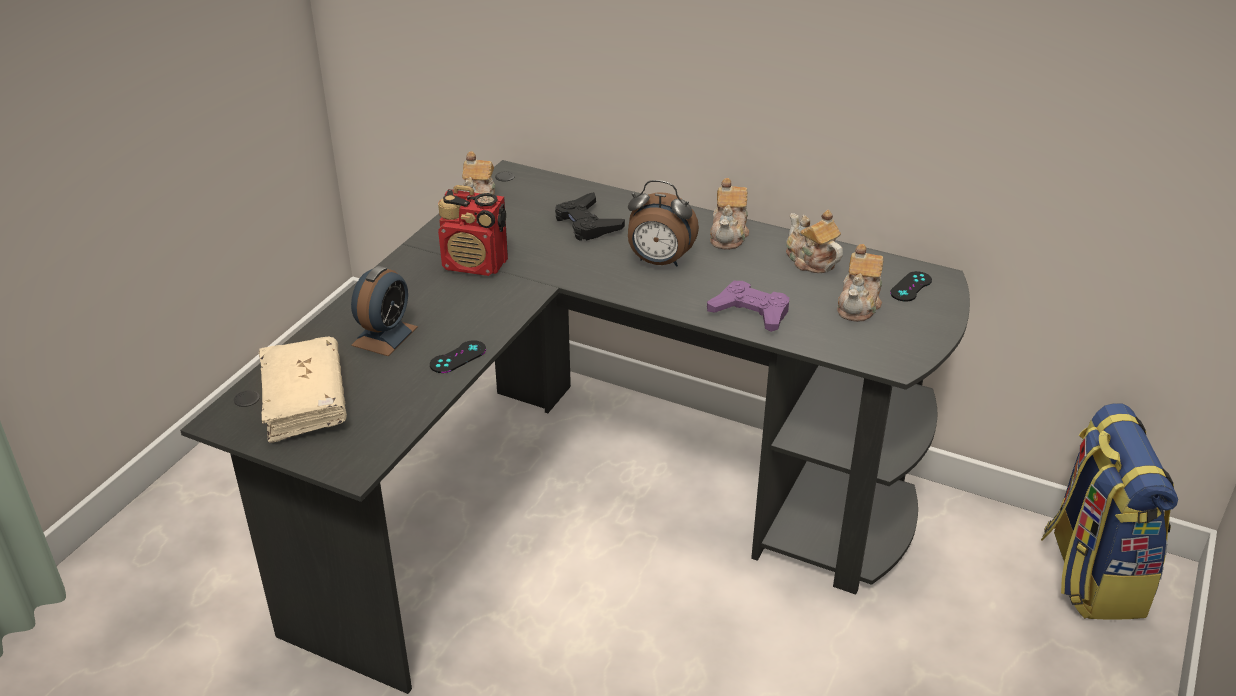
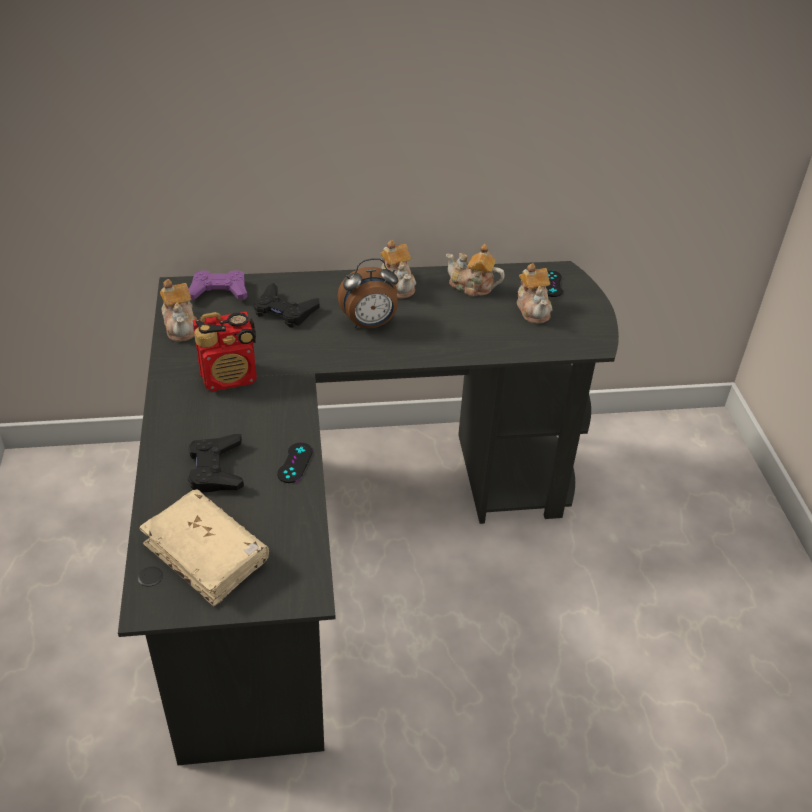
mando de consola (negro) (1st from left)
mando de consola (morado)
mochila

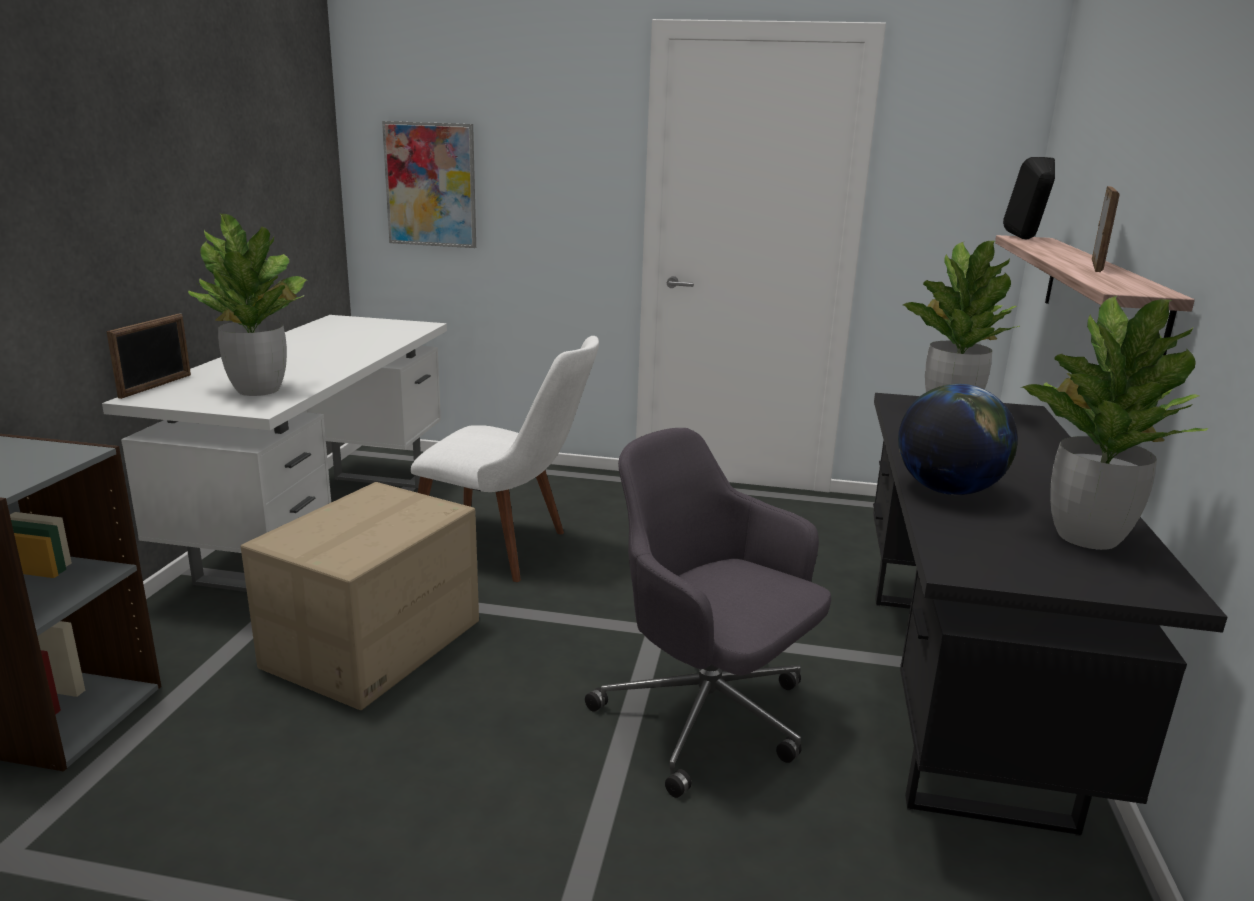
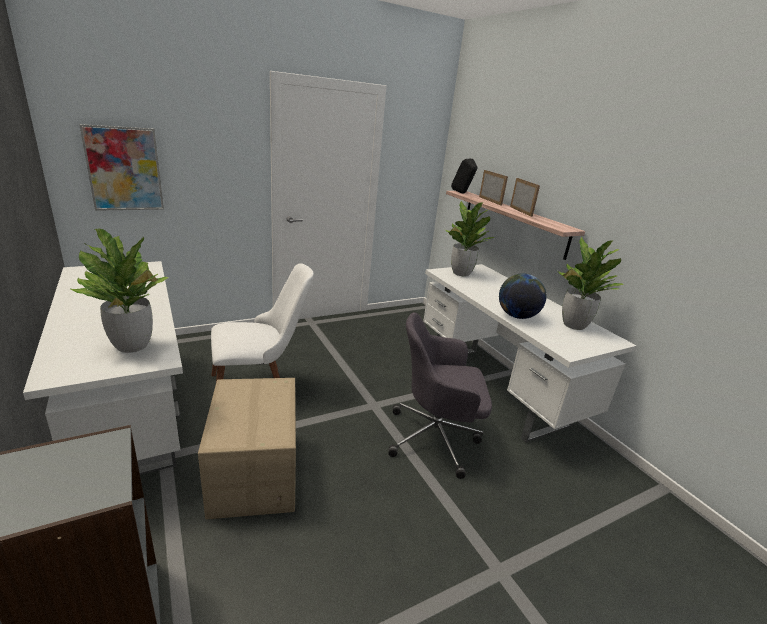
portarretratos (1st from left)
escritorio (blanco) (2nd from left)

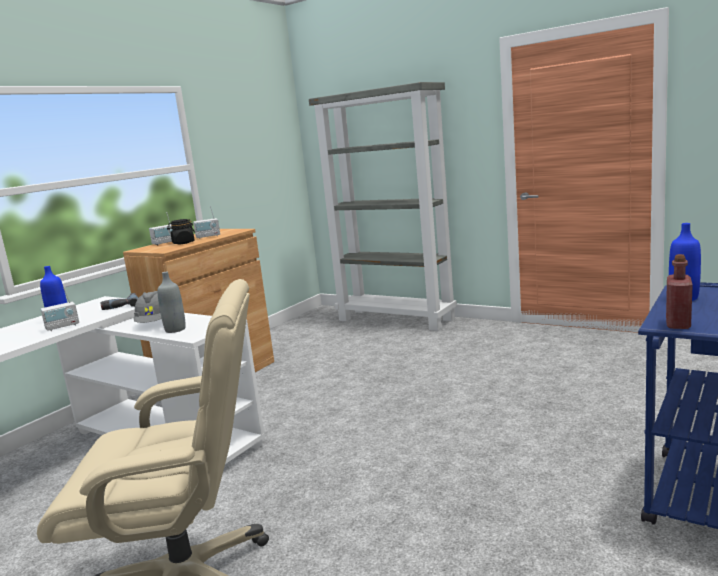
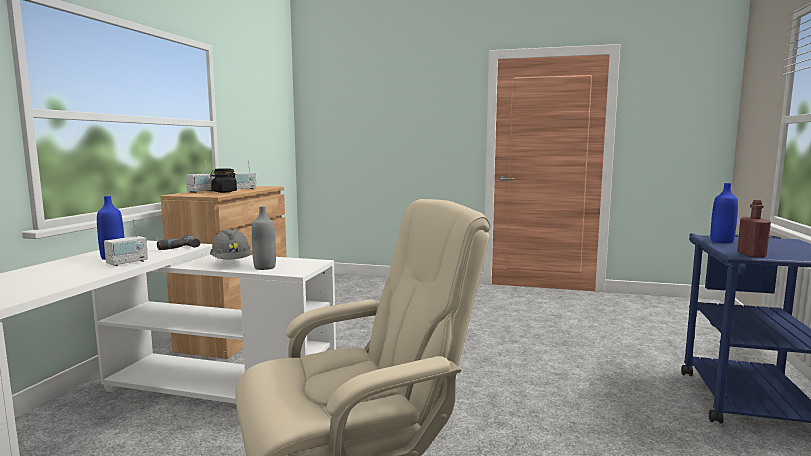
estantería (gris)

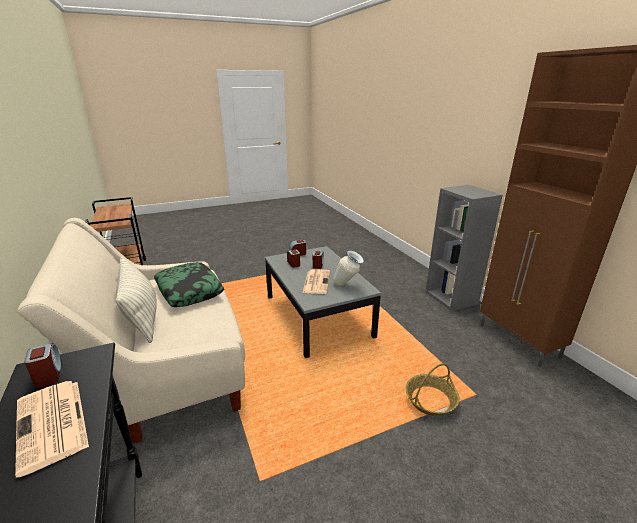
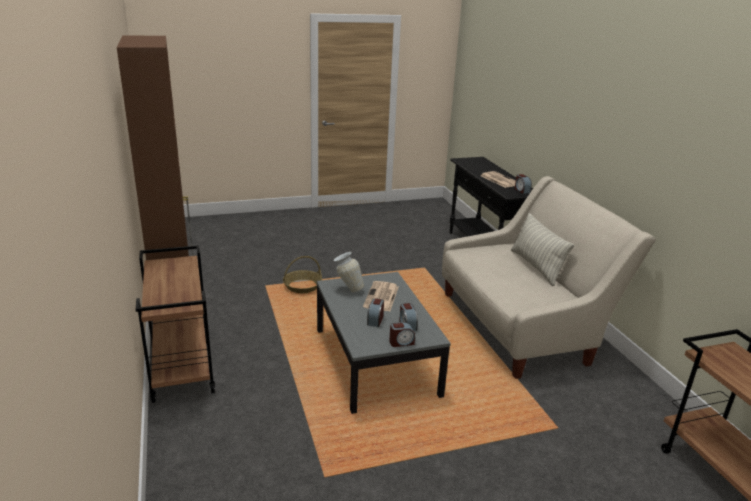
carrito (marrón) (1st from left)
cojín (2nd from left in the first image)

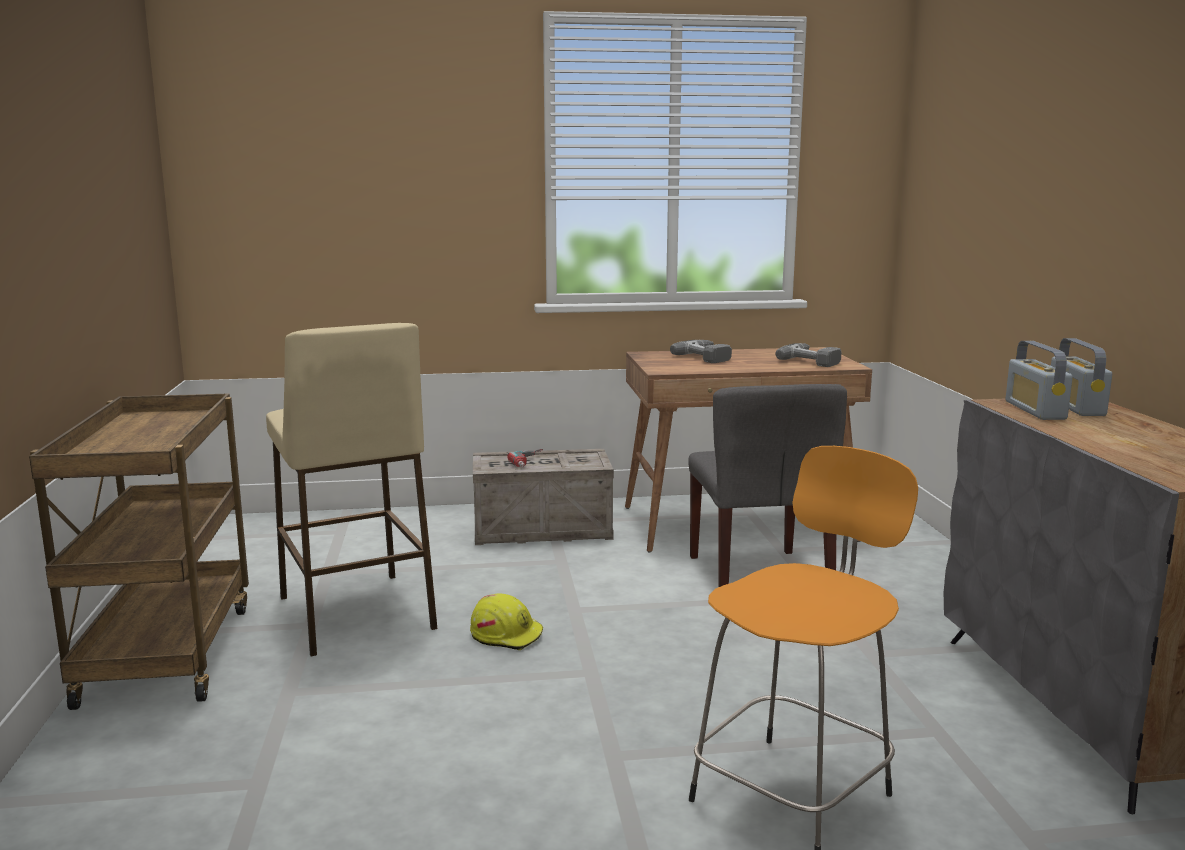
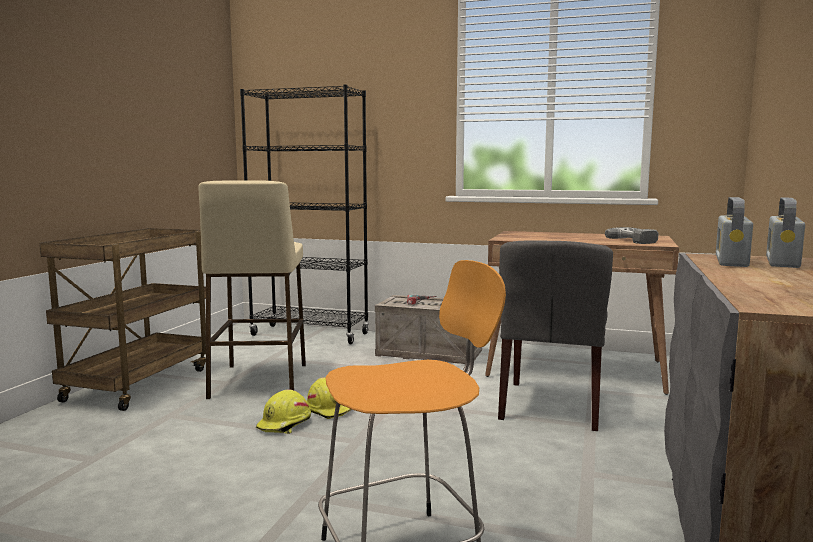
taladro (2nd from left in the first image)
estantería (negro)
casco (amarillo) (1st from left)

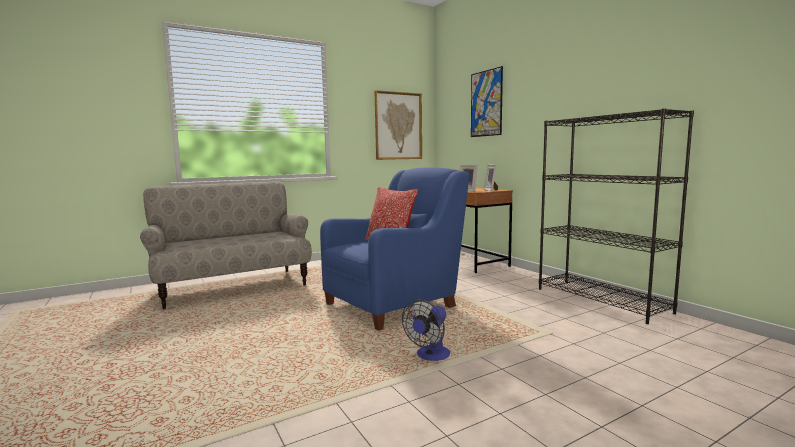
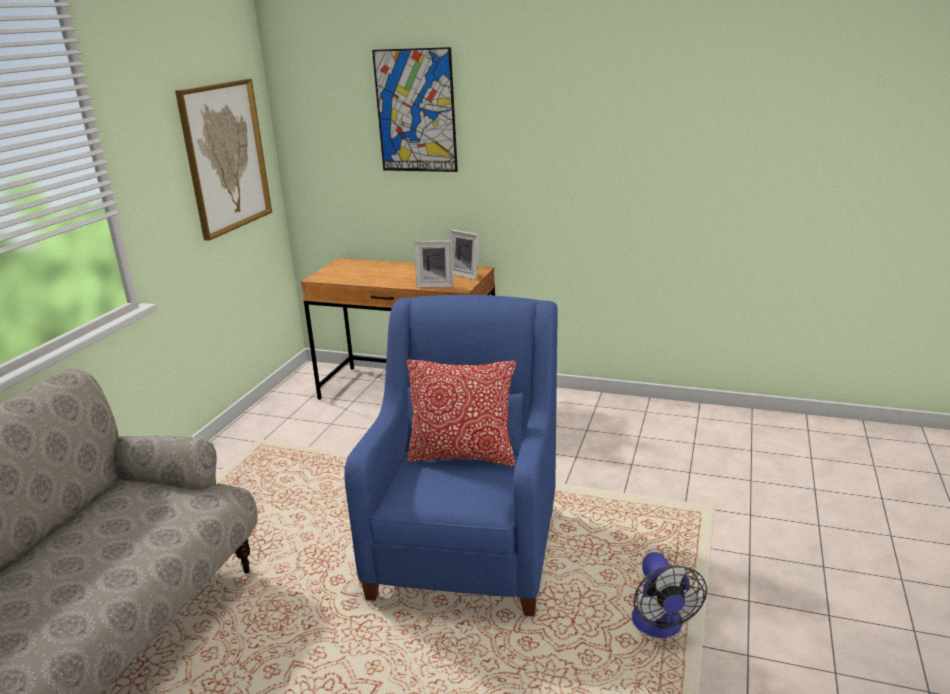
estantería (negro)

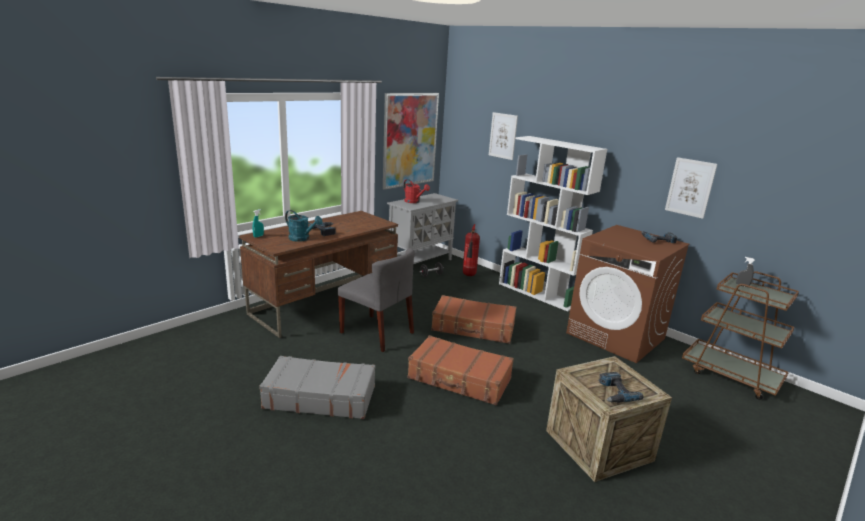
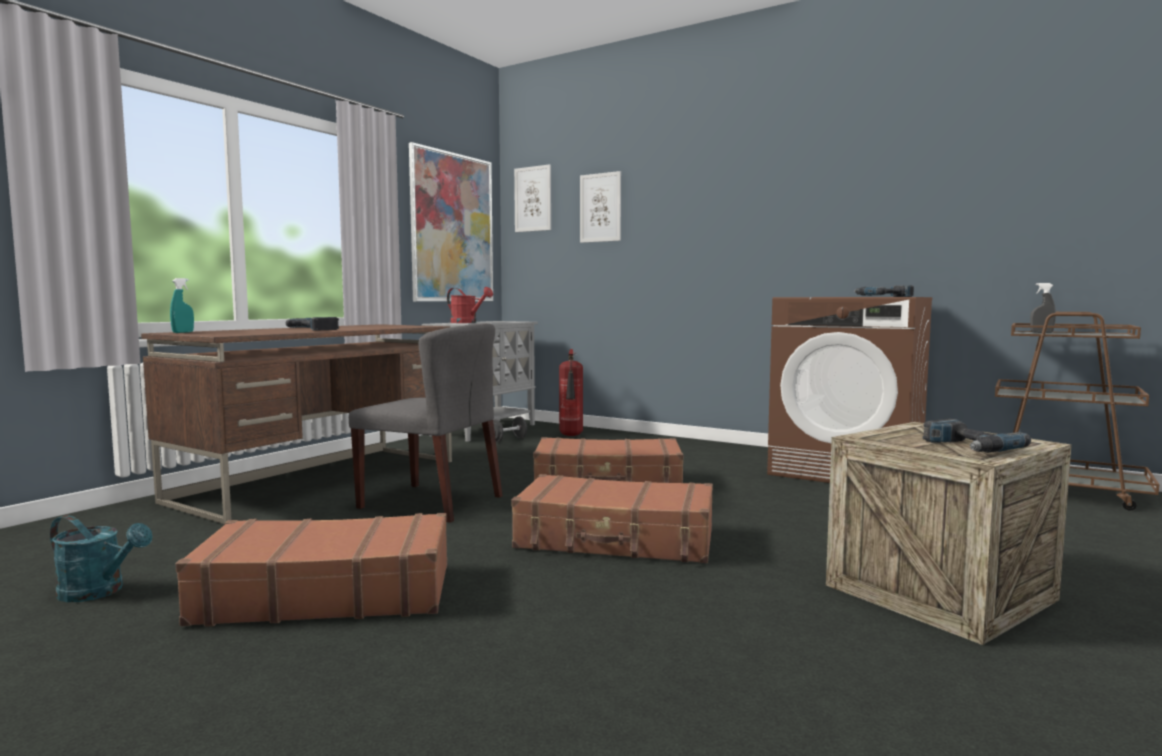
estantería (blanco)
cuadro (2nd from left)
regadera (turquesa)
maleta (marrón) (1st from left)

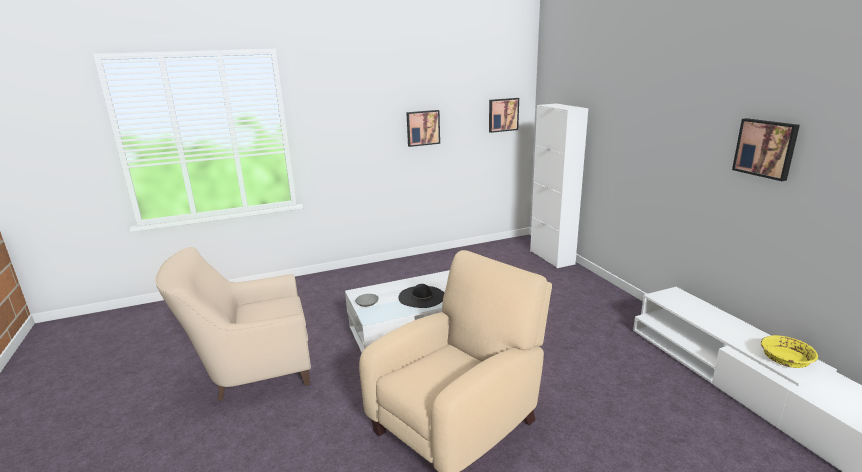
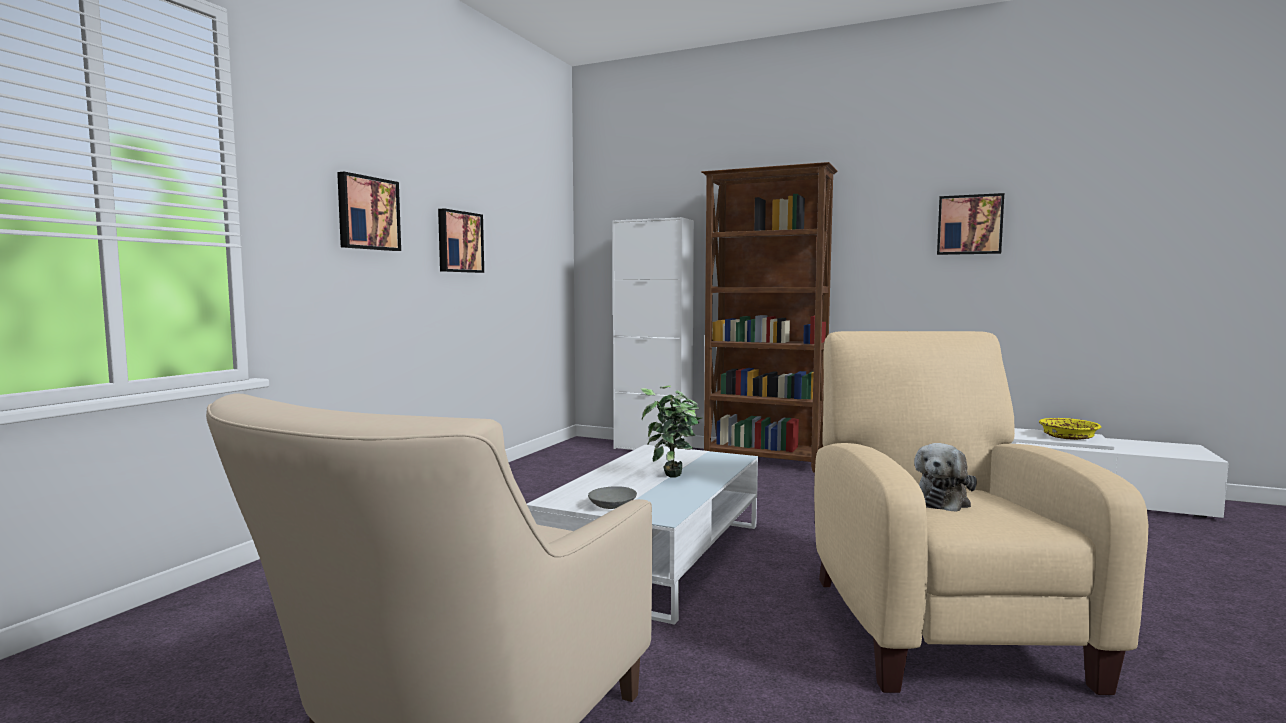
cuadro (1st from left)
planta en maceta
estantería (marrón)
peluche

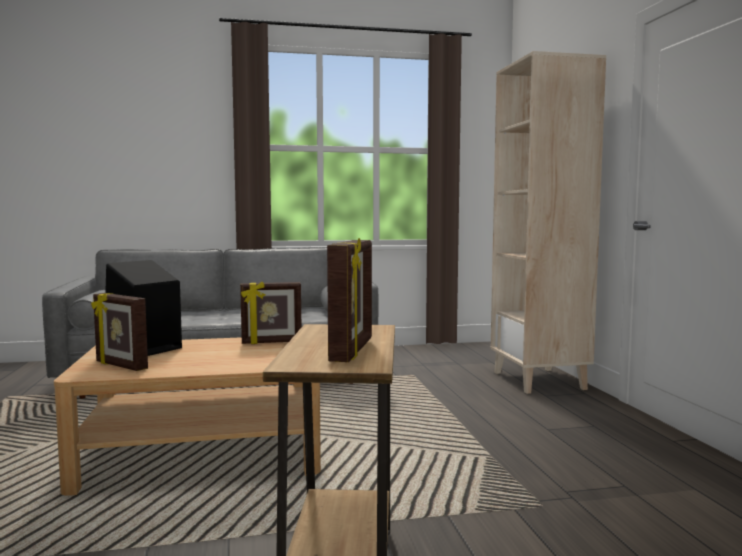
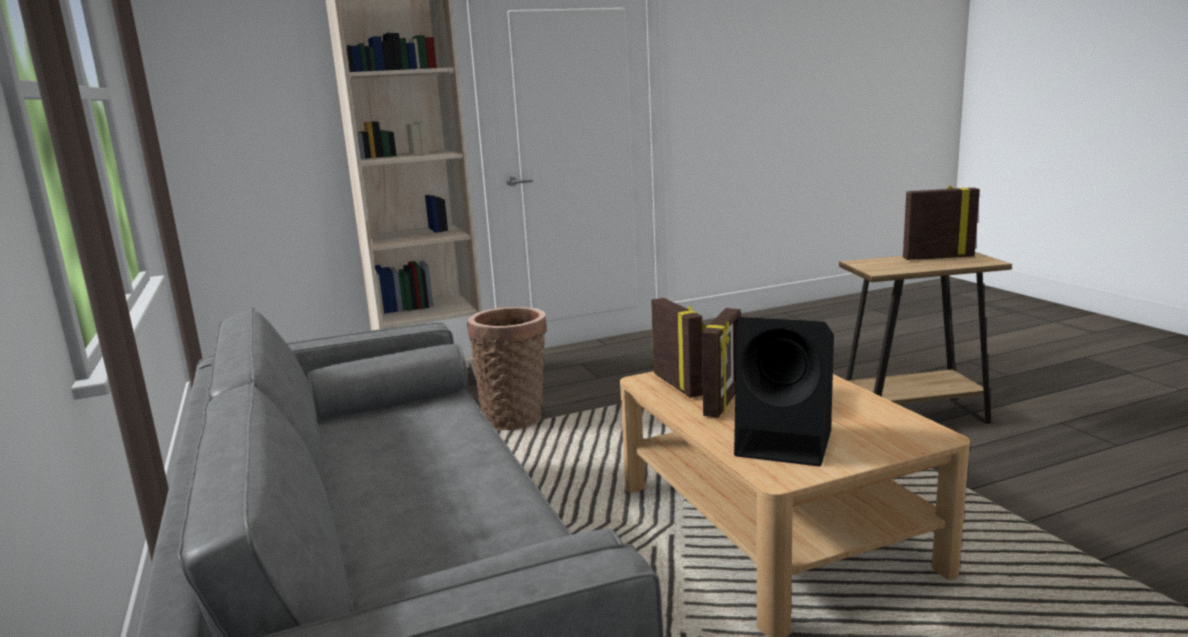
portarretratos (2nd from left)
cesta

